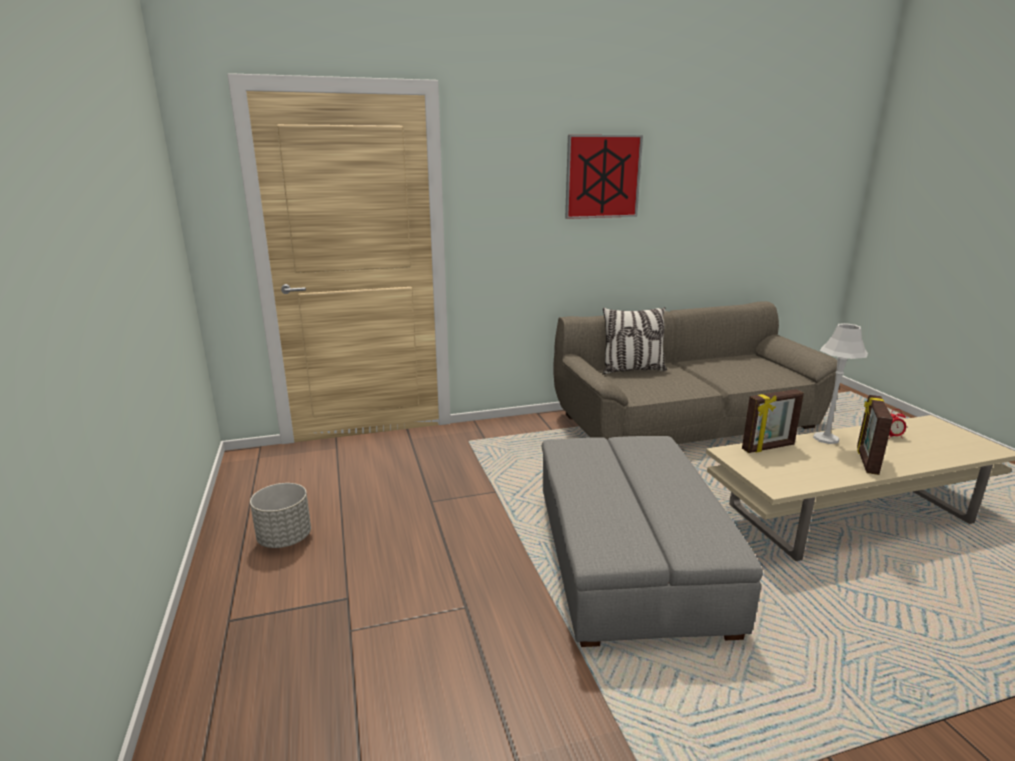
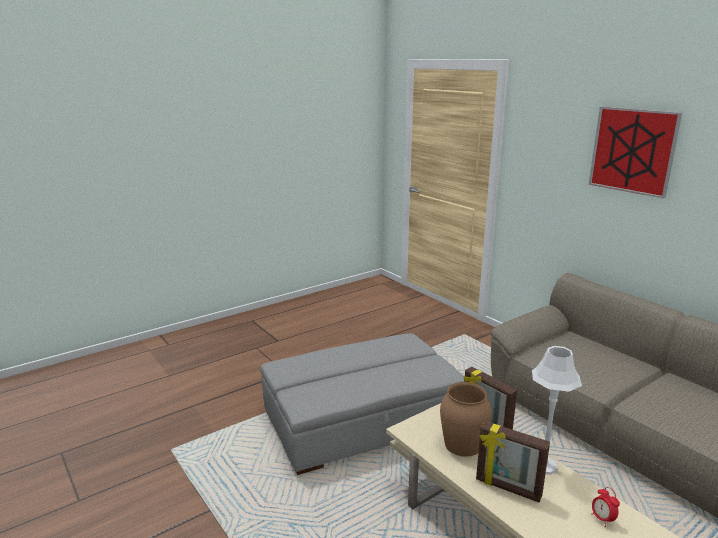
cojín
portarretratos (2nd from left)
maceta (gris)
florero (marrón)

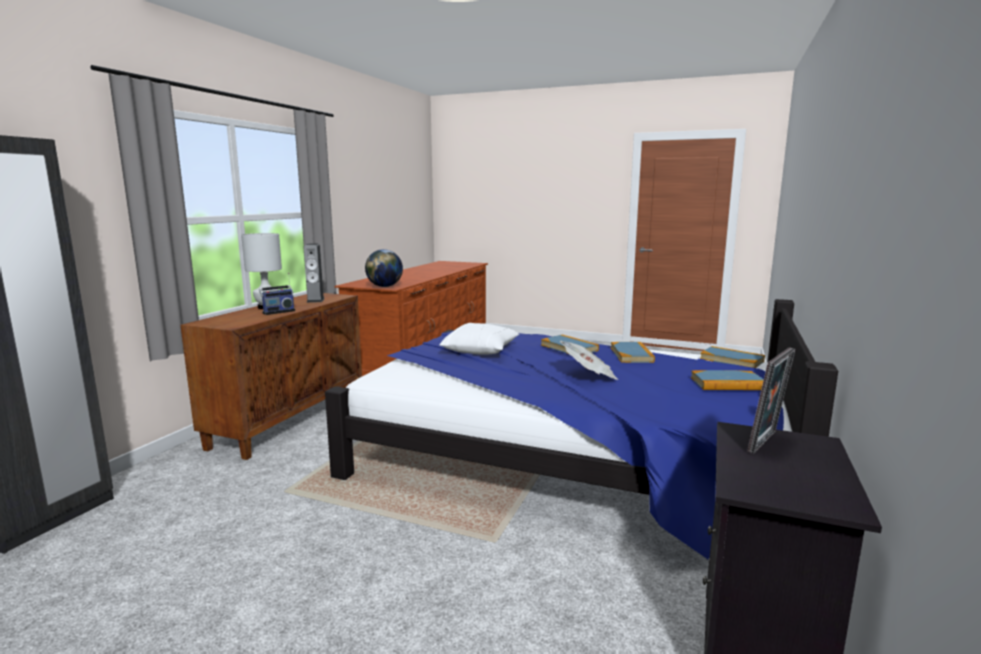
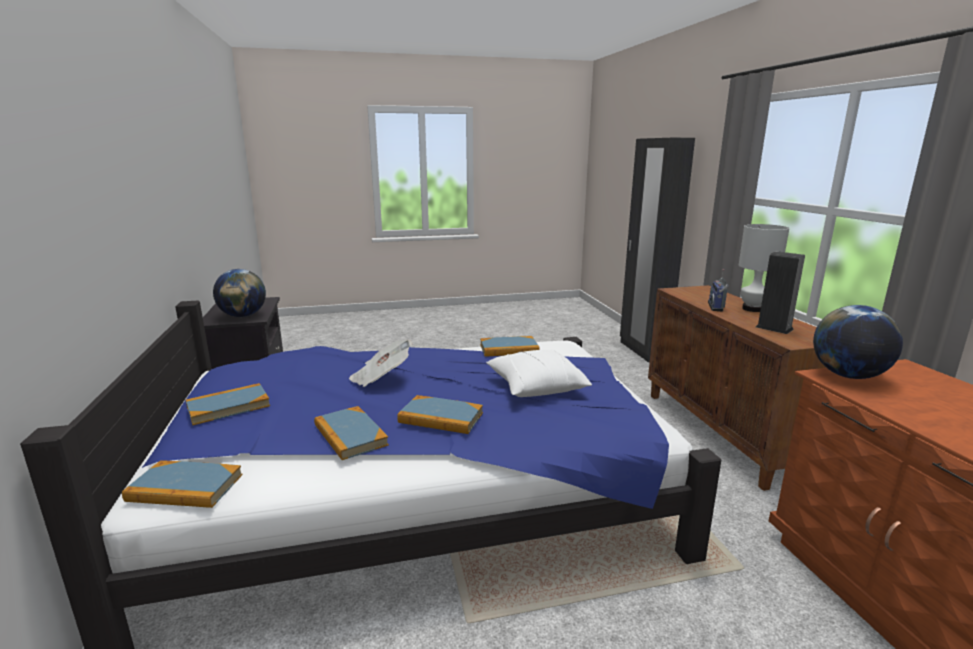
globo terráqueo (1st from left)
libro (5th from left)

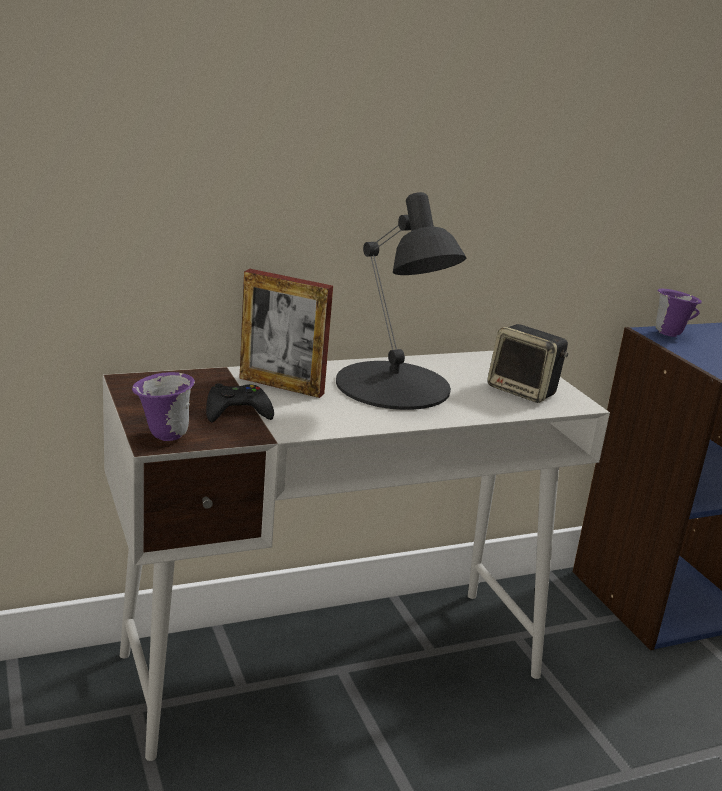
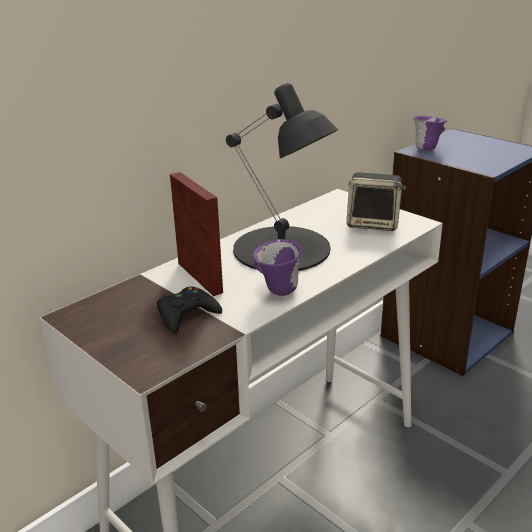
portarretratos
taza grande (morado) (1st from left)

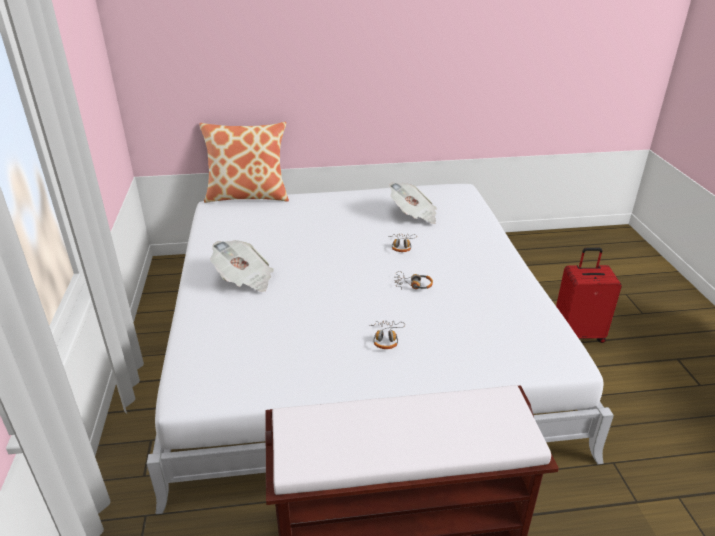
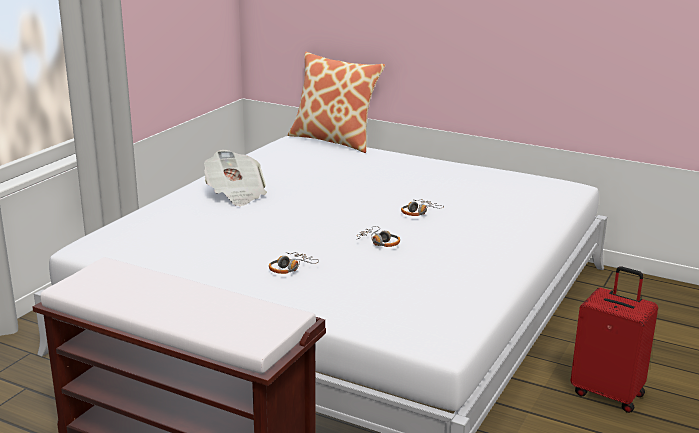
periódico (2nd from left in the first image)

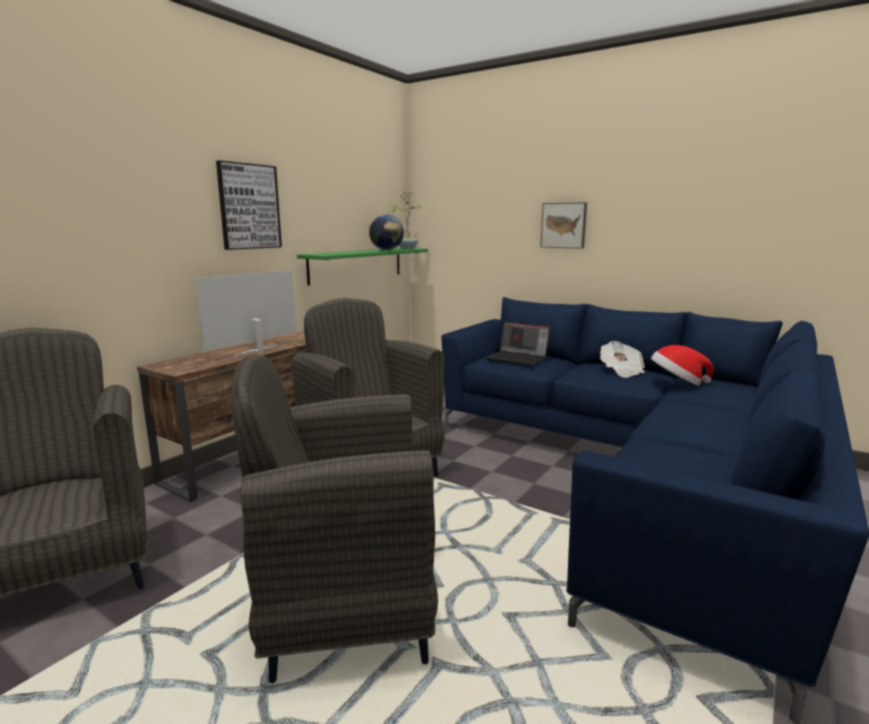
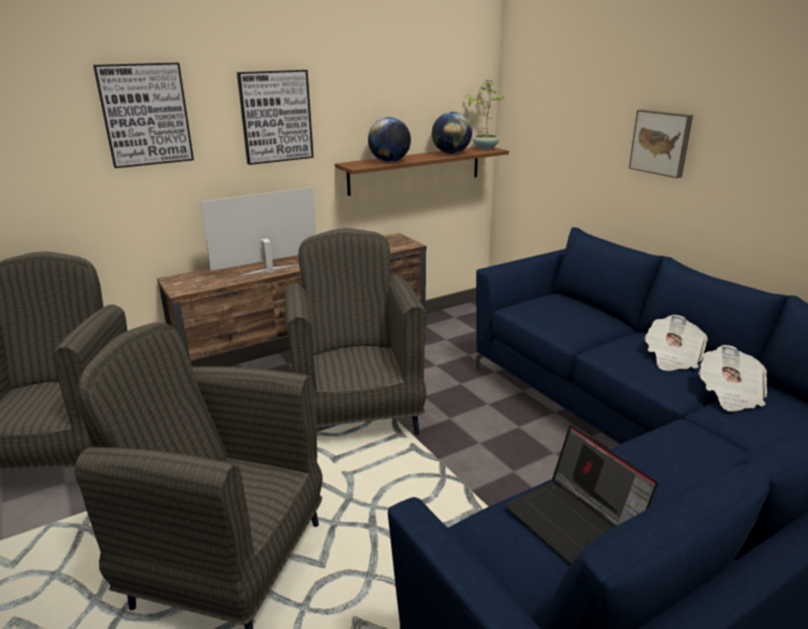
estante (marrón)
portátil
periódico (2nd from left)
cuadro (1st from left)
globo terráqueo (1st from left)

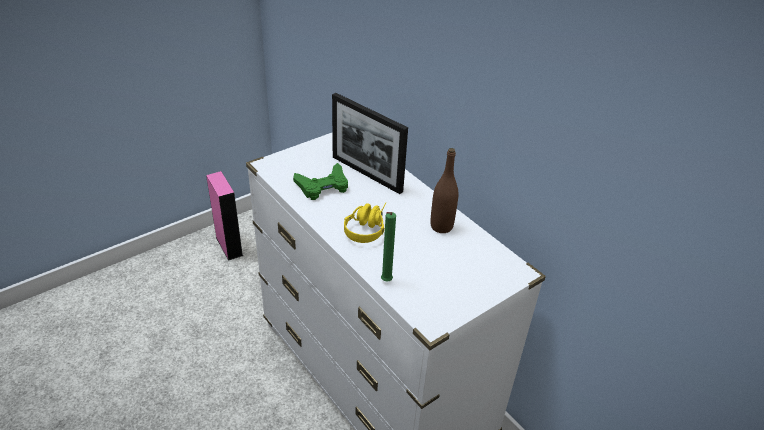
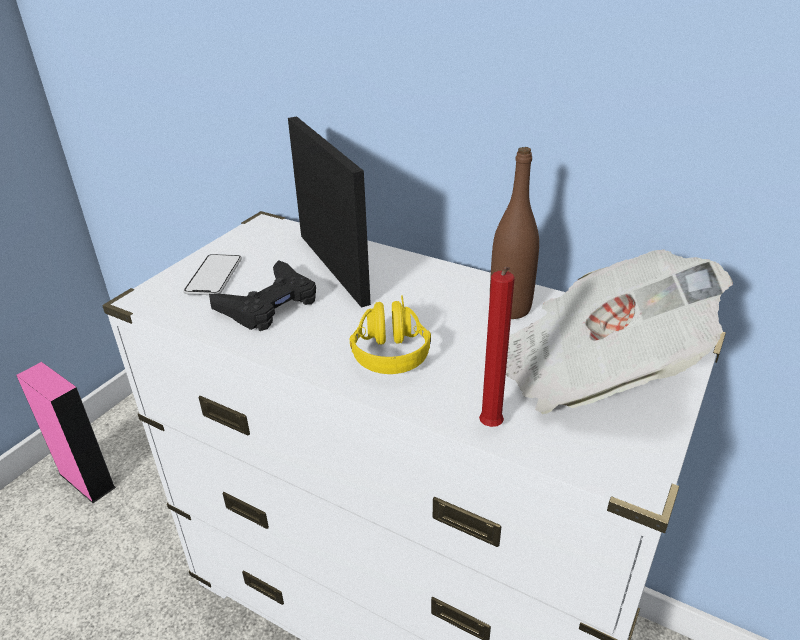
portarretratos
mando de consola (negro)
vela (rojo)
periódico
móvil

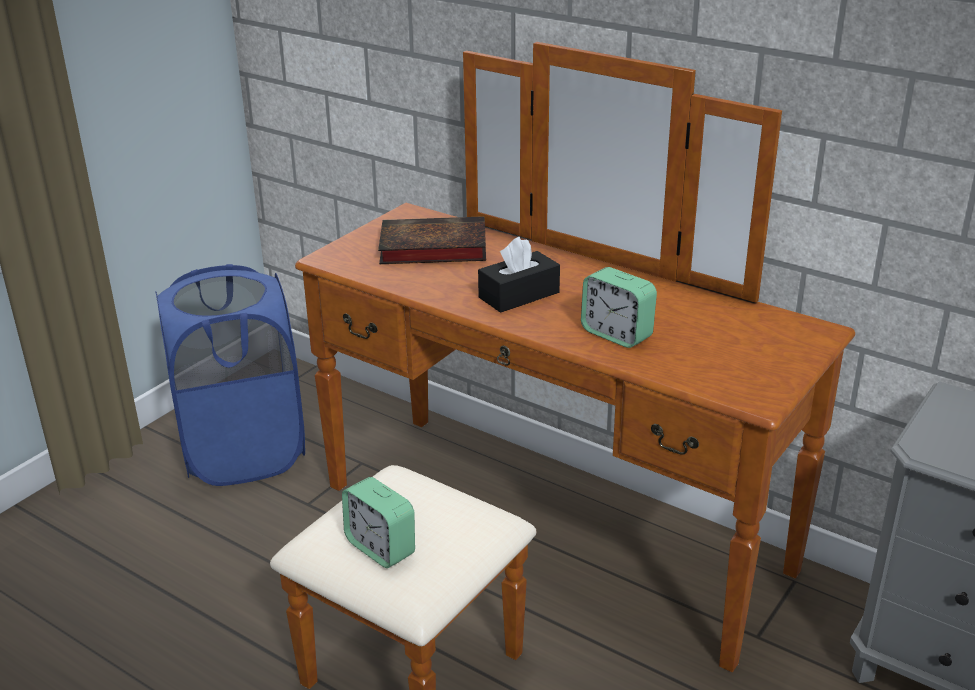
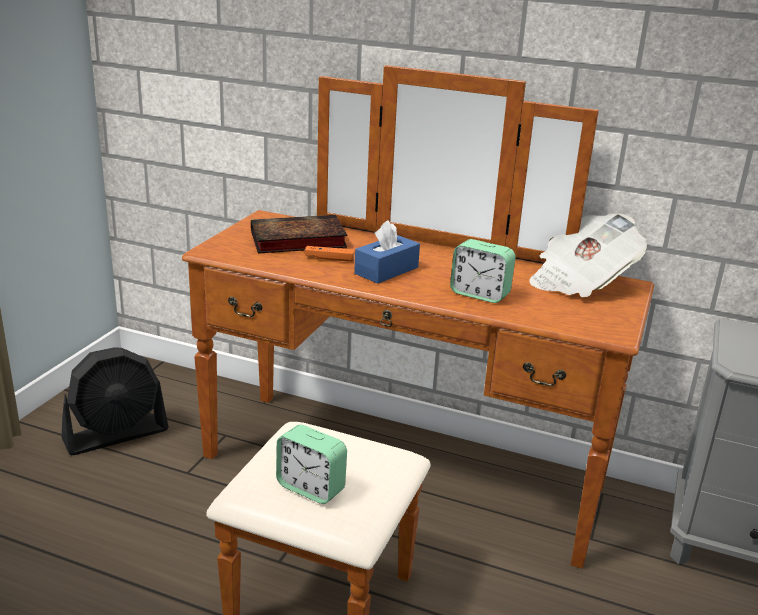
caja de pañuelos (azul)
ventilador (negro)
periódico
mando de consola (naranja)

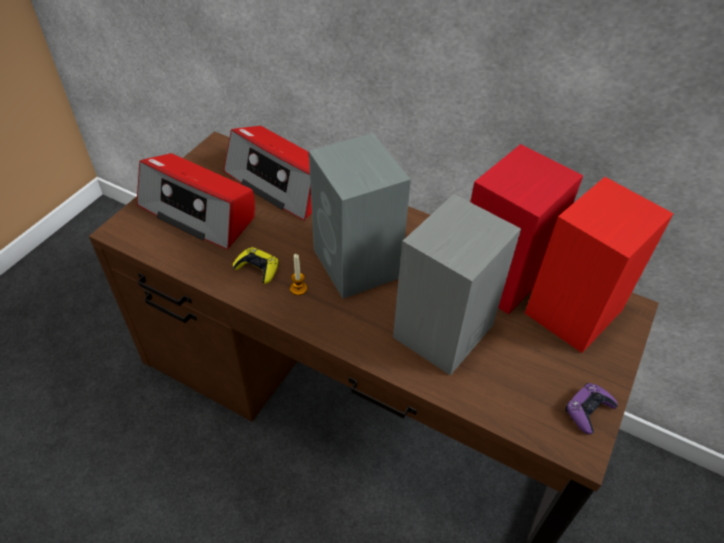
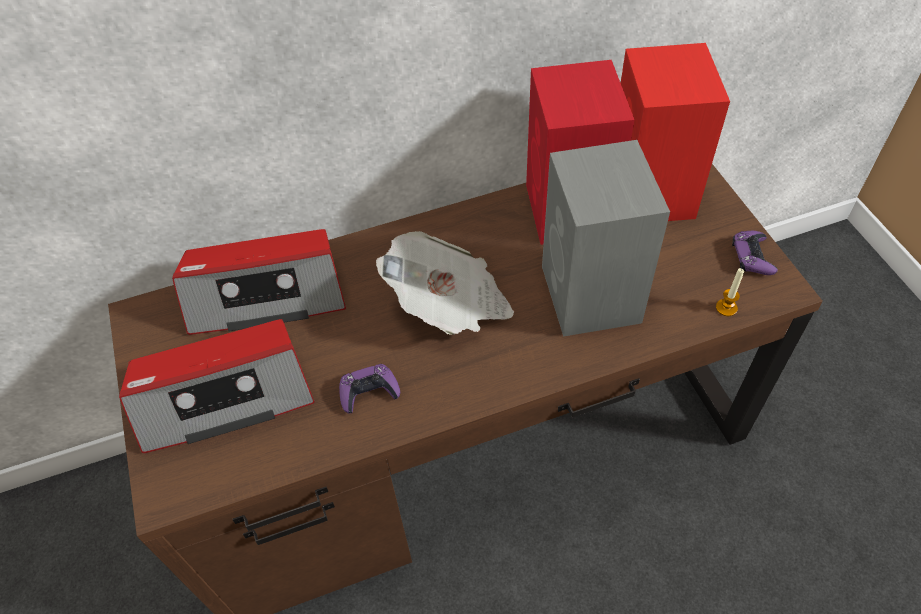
periódico
mando de consola (morado) (1st from left)
vela

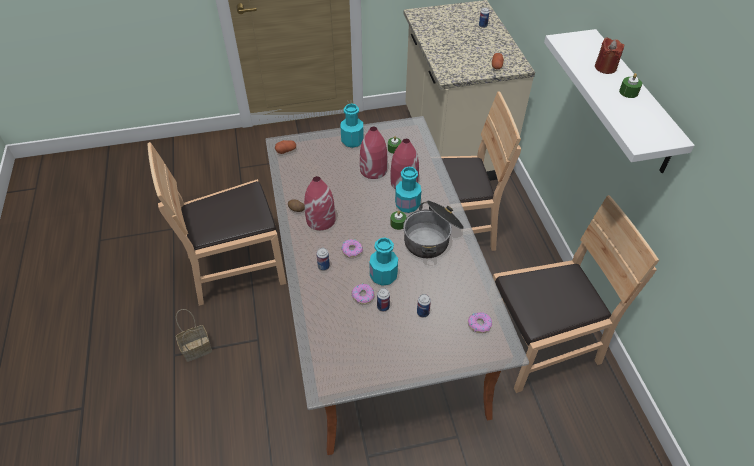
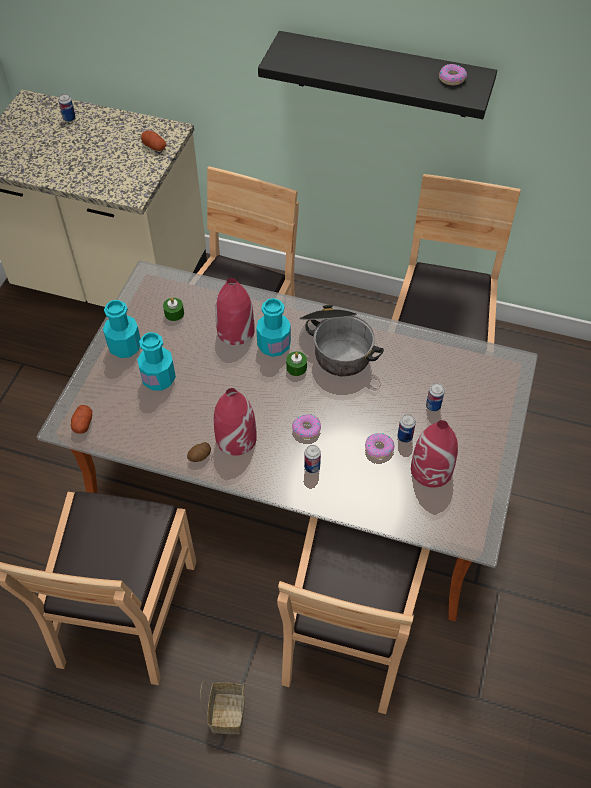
estante (negro)
vela (rojo)
vela (verde) (3rd from left in the first image)
florero (rojo) (3rd from left)
botella (turquesa) (2nd from left)
rosquilla (3rd from left)
silla (marrón) (3rd from left)

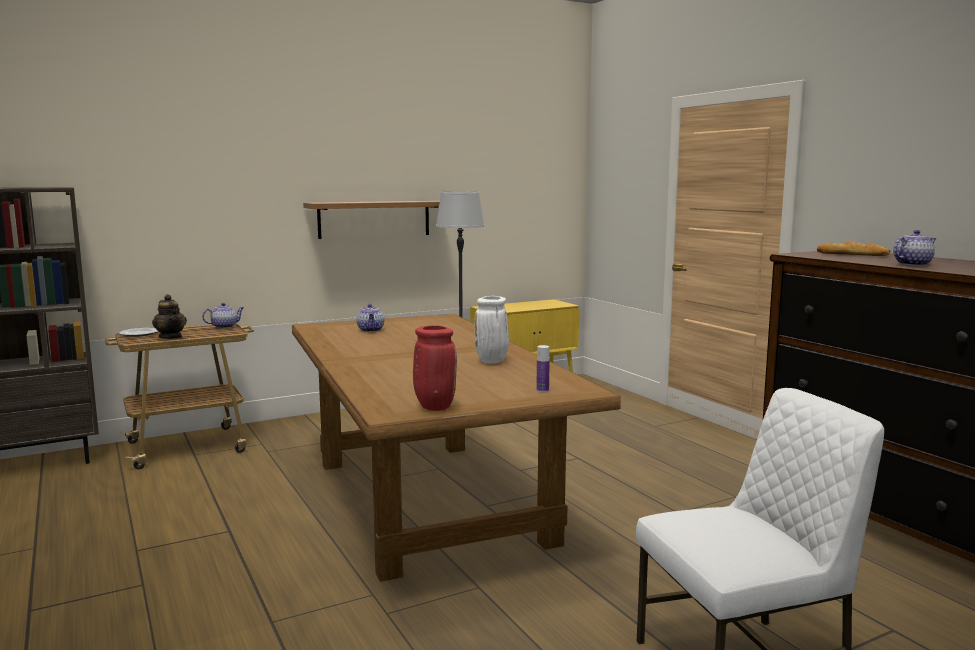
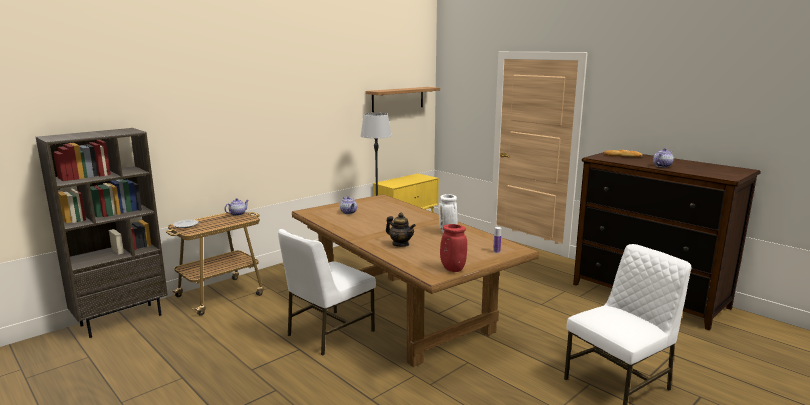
estante
tetera (3rd from left)
silla (blanco) (1st from left)

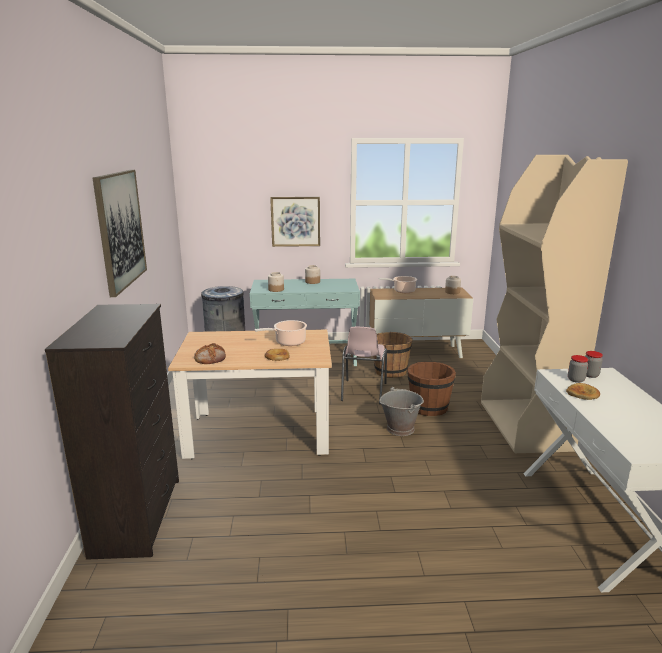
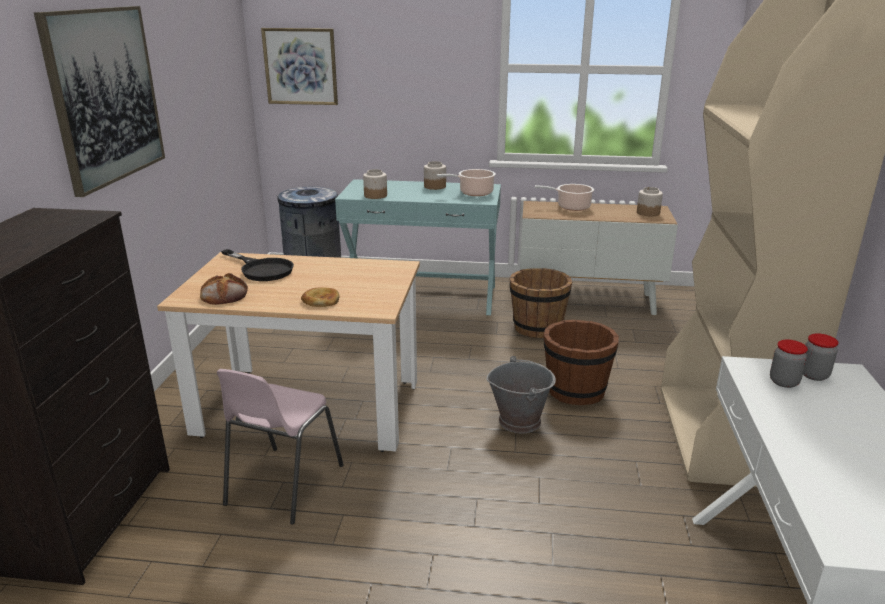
cuadro (2nd from left)
olla (1st from left)
silla (rosa)
pan (3rd from left in the first image)
sartén (negro)

